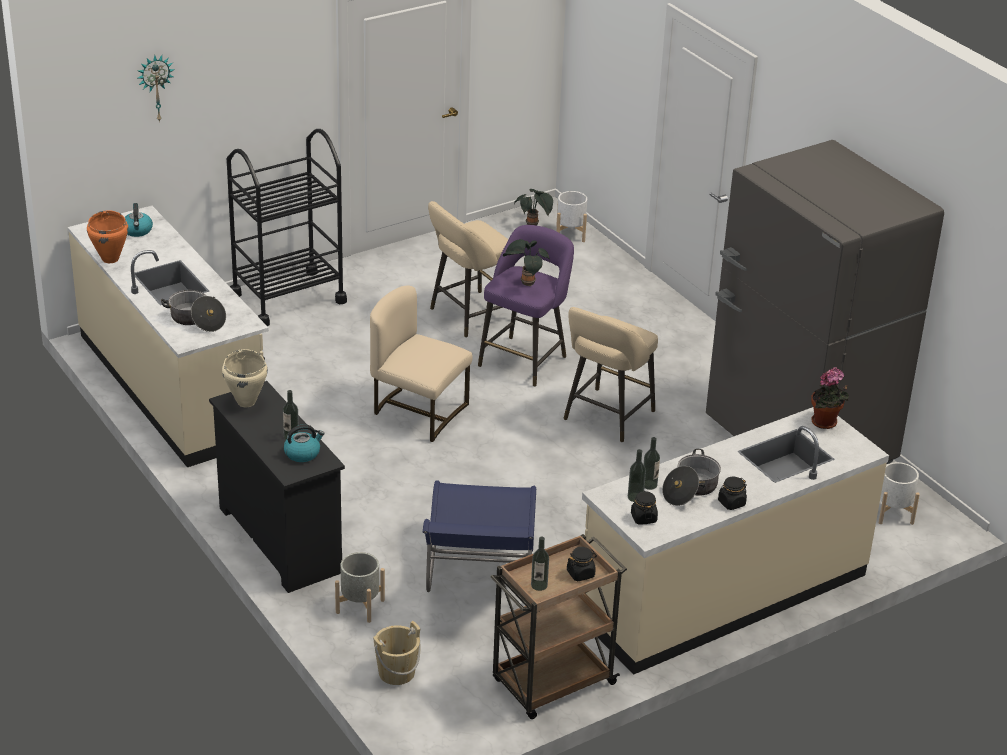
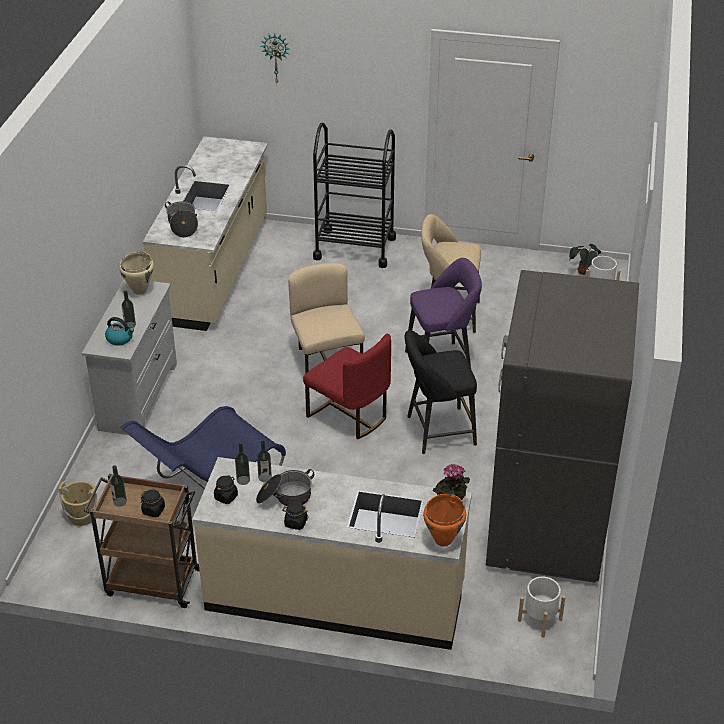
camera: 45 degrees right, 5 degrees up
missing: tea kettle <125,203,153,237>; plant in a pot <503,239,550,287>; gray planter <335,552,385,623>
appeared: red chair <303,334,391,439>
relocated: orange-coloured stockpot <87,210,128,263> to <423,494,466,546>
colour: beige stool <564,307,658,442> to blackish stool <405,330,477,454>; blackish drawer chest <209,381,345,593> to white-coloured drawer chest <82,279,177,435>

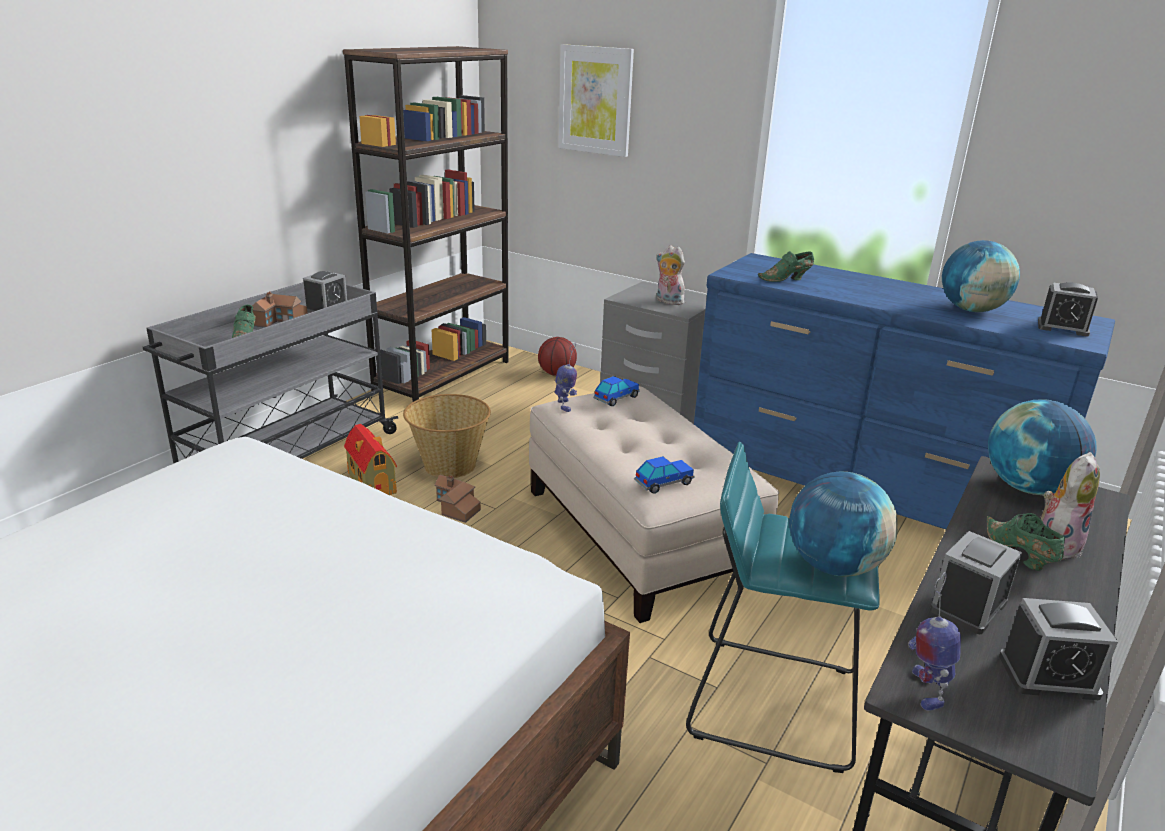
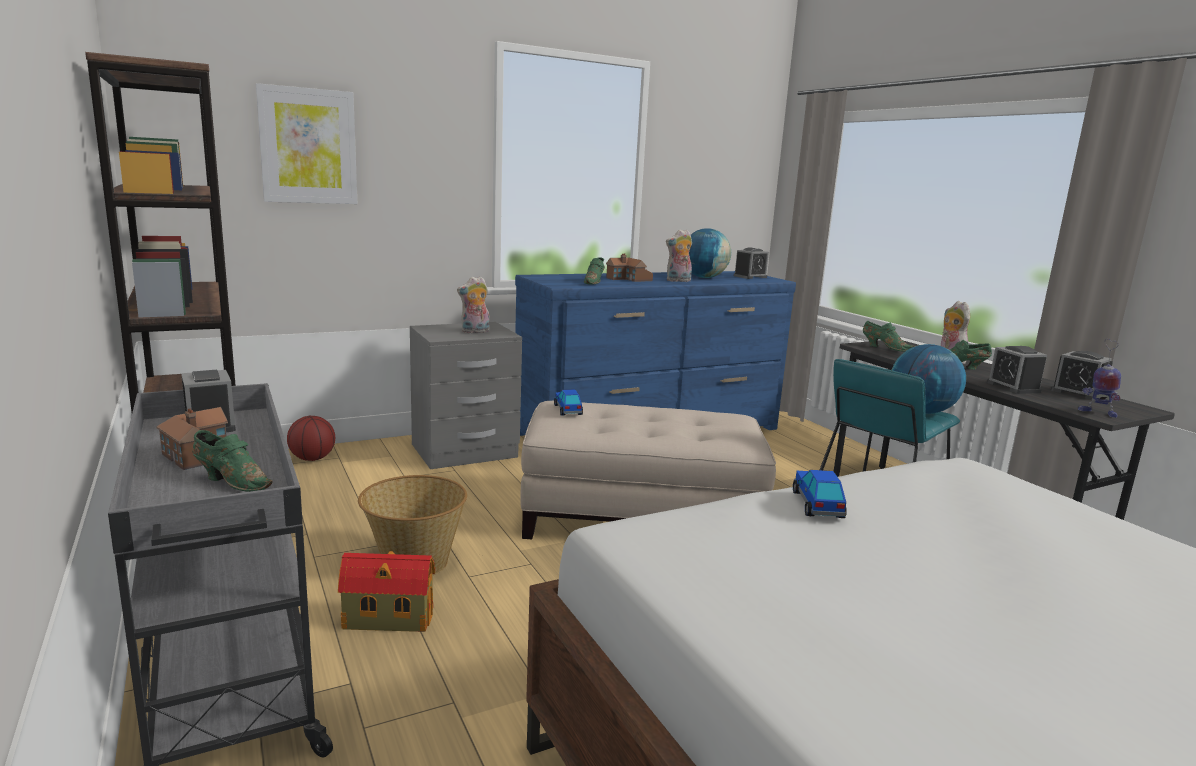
camera: 60 degrees left, 10 degrees down
missing: model robot <555,343,577,412>
appeared: plush toy <666,230,692,282>
relocated: miniature car <635,456,694,494> to <793,470,847,518>; model house <435,474,481,523> to <606,253,653,282>
exchanged: globe <988,399,1097,495> to green item of footwear <863,321,915,352>
spun: alarm clock <999,598,1118,700> = <1050,351,1113,400> 105 degrees clockwise

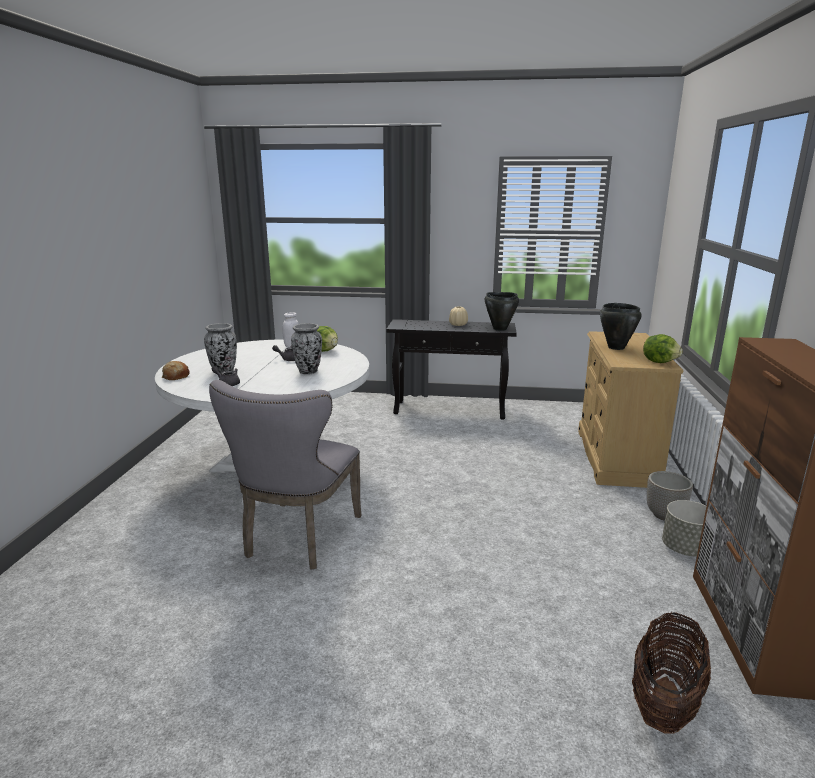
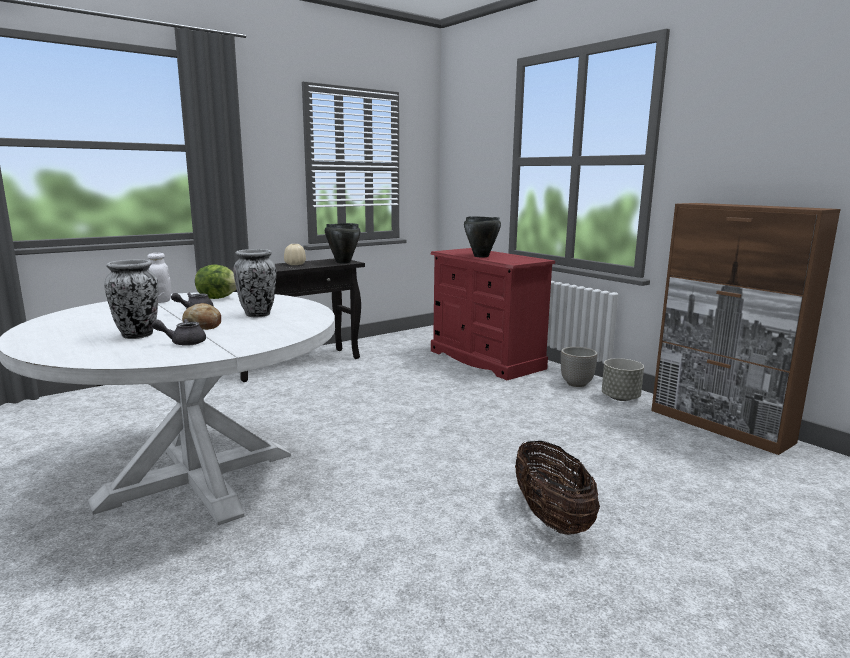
camera: 45 degrees left, 5 degrees down
missing: lettuce head <643,334,683,363>; gray chair <209,380,362,570>
relocated: bakery bread <162,361,190,380> to <182,303,221,330>; household basket <632,612,711,733> to <515,441,600,535>
colour: beige drawer chest <578,331,683,488> to red drawer chest <430,248,555,380>

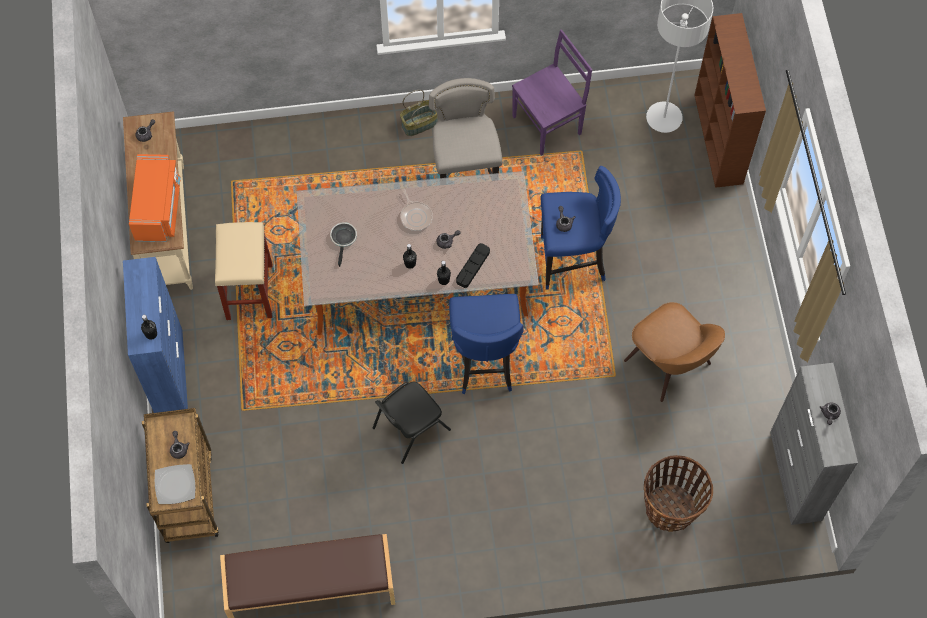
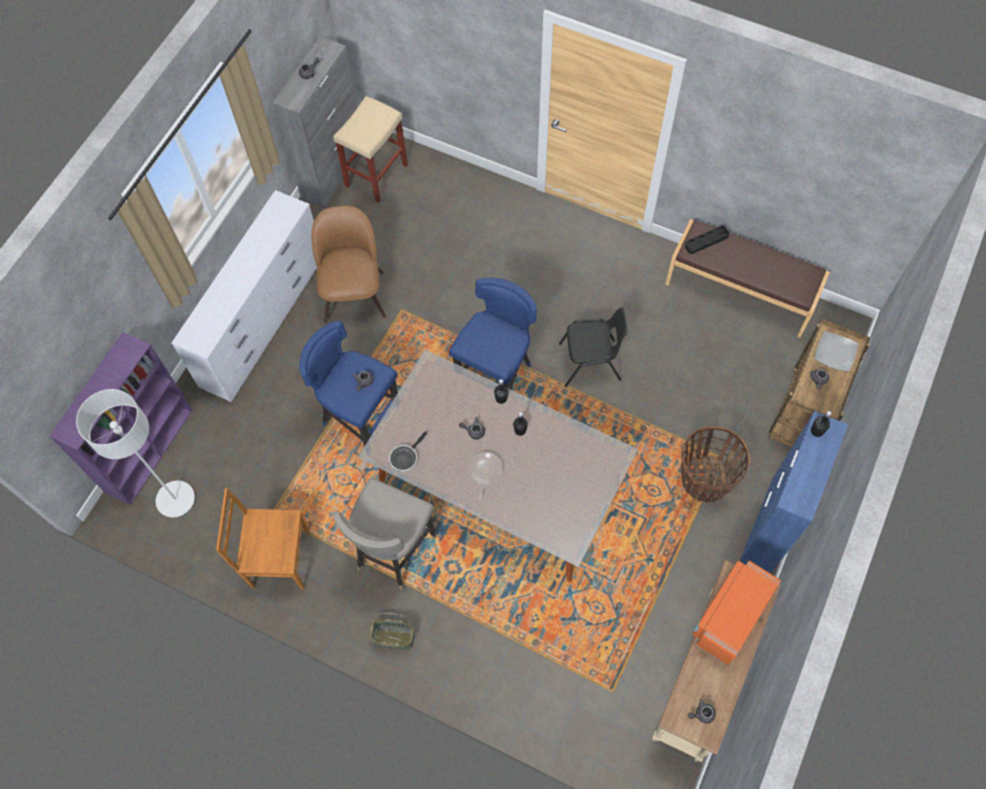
camera: 145 degrees left, 0 degrees up
appeared: white-coloured drawer chest <171,190,317,402>
relocated: beige stool <215,222,272,320> to <333,96,408,203>; frying pan <330,222,357,267> to <389,432,427,472>; blackish serving tray <456,243,490,288> to <685,226,729,254>; household basket <644,455,713,532> to <681,426,750,502>
colour: brownish shelving unit <695,13,766,188> to purplish shelving unit <49,332,192,505>; purplish chair <512,29,592,156> to brownish chair <216,488,310,589>

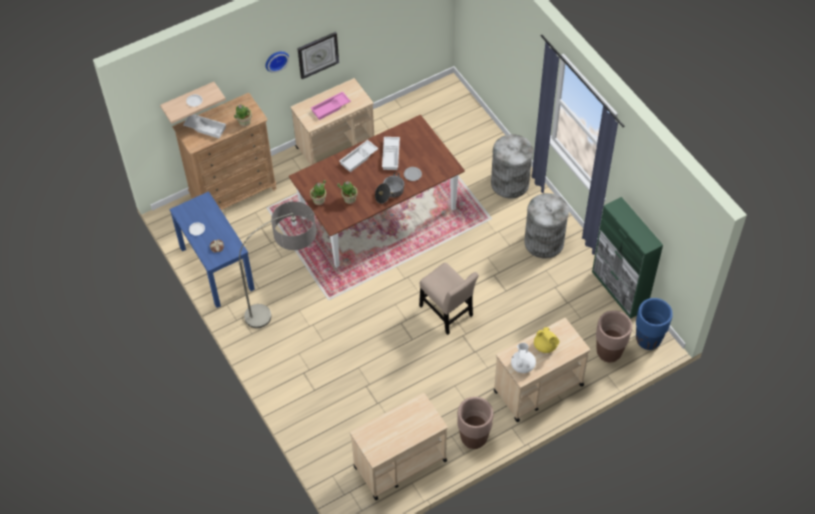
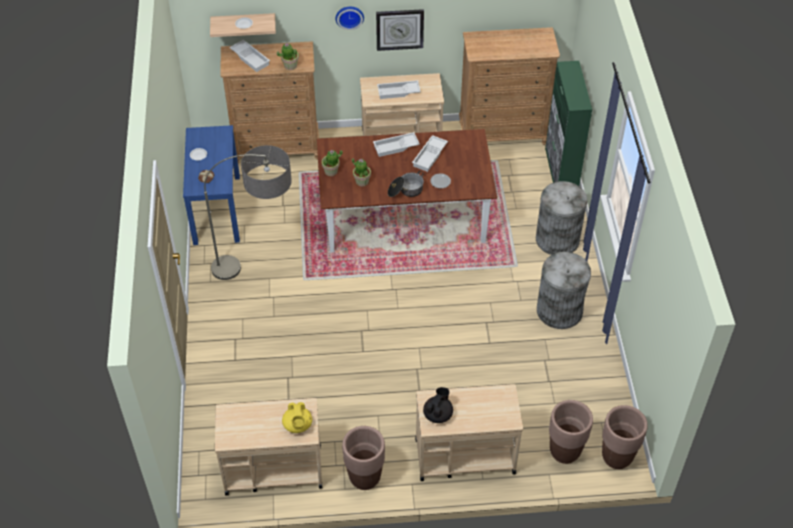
camera: 25 degrees right, 5 degrees down
missing: beige chair <419,263,479,335>
appeared: brownish drawer chest <459,27,560,145>
relocated: green cupboard <592,197,663,319> to <545,61,592,186>; yellow-coloured pot for tea <534,327,559,353> to <282,402,312,433>
colour: pinkish serving tray <311,91,351,120> to white-coloured serving tray <377,80,421,99>; bluish planter <636,298,673,350> to brownish planter <602,405,648,469>; white-coloured pot for tea <511,343,536,373> to blackish pot for tea <423,387,453,423>

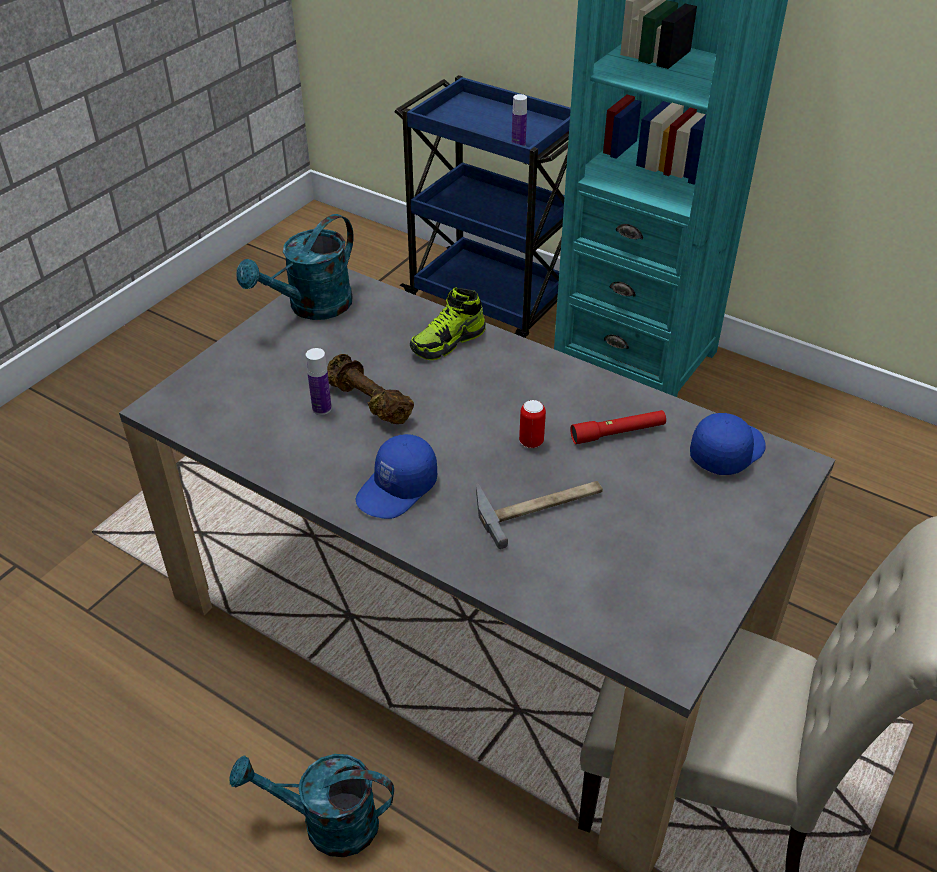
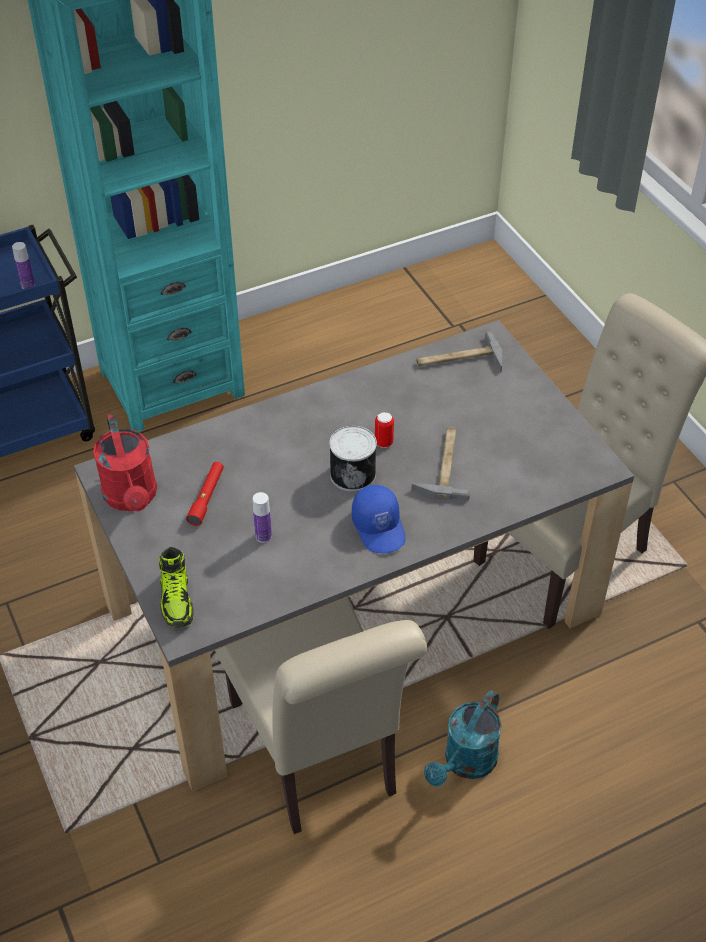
camera: 60 degrees left, 5 degrees up
missing: brownish free weight <327,354,414,424>
appeared: can <329,426,377,492>; beige chair <215,597,427,834>
relocated: item of footwear <410,288,486,360> to <159,547,194,628>; red flashlight <570,410,666,444> to <186,462,224,526>
exchanged: bluish peaked cap <690,413,766,475> to hammer <416,331,502,372>
colour: turquoise-coloured watering can <237,214,354,320> to red watering can <93,414,157,512>

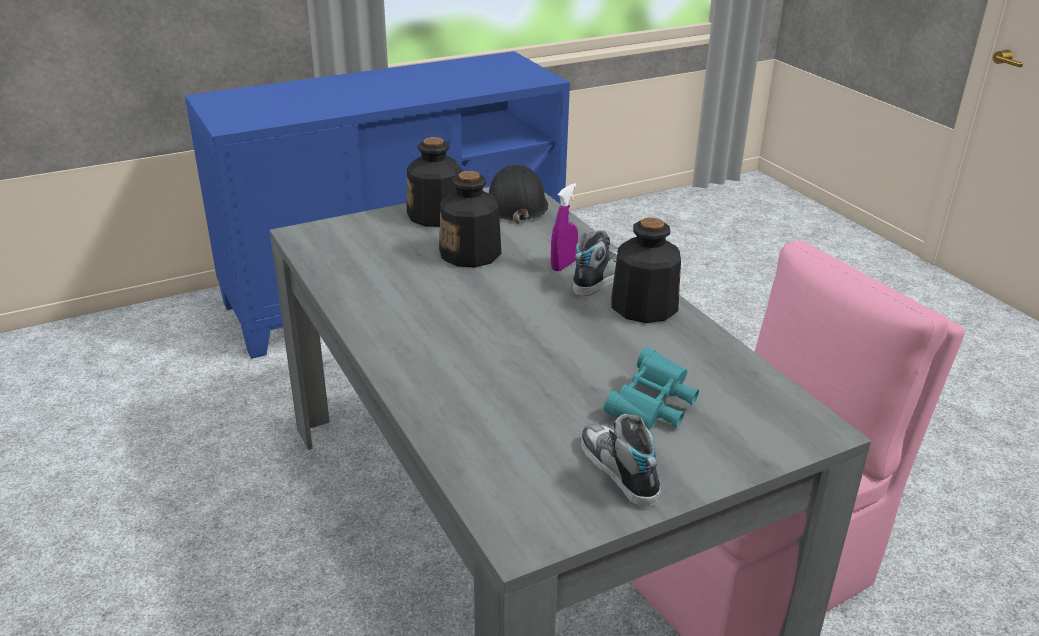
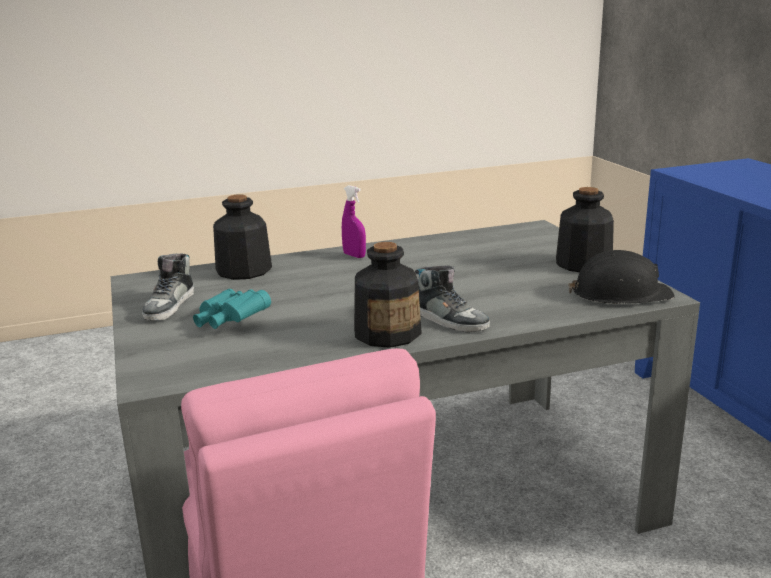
camera: 100 degrees right, 10 degrees down
relocated: bottle <439,171,501,268> to <213,194,272,280>; purplish sprayer <551,183,578,271> to <342,185,366,258>
spun: item of footwear <581,414,660,508> = <142,253,194,321> 120 degrees clockwise

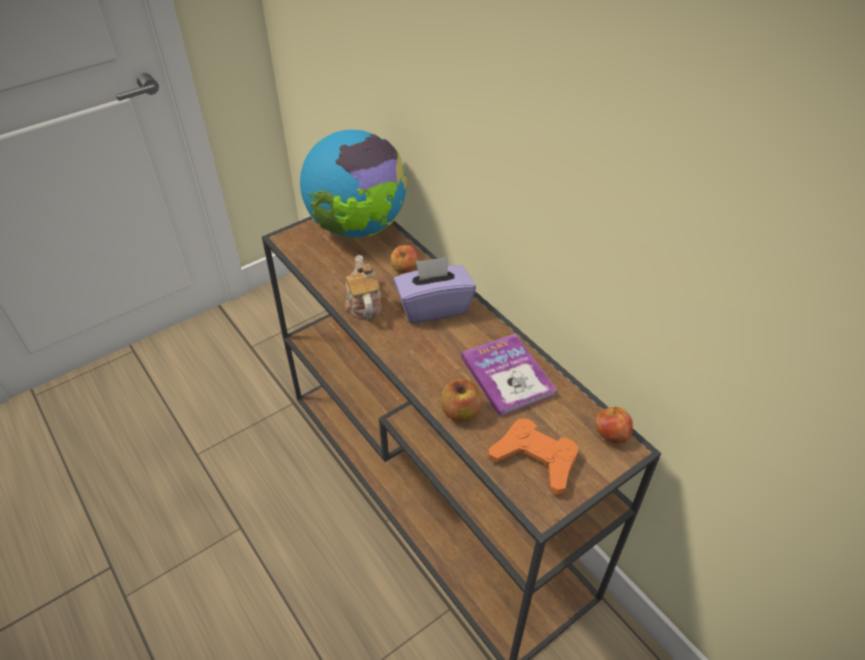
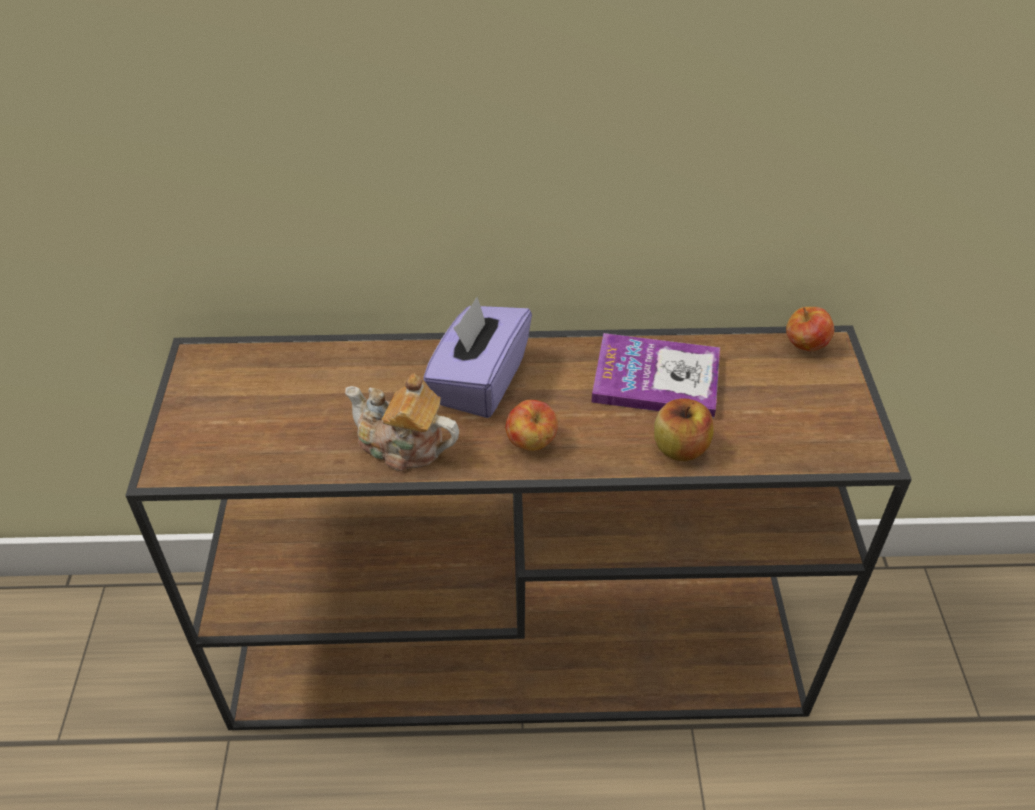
camera: 55 degrees left, 0 degrees up
missing: globe <300,130,408,238>; orange-coloured joypad <488,418,578,495>
relocated: whole apple <390,245,419,273> to <505,400,558,451>

